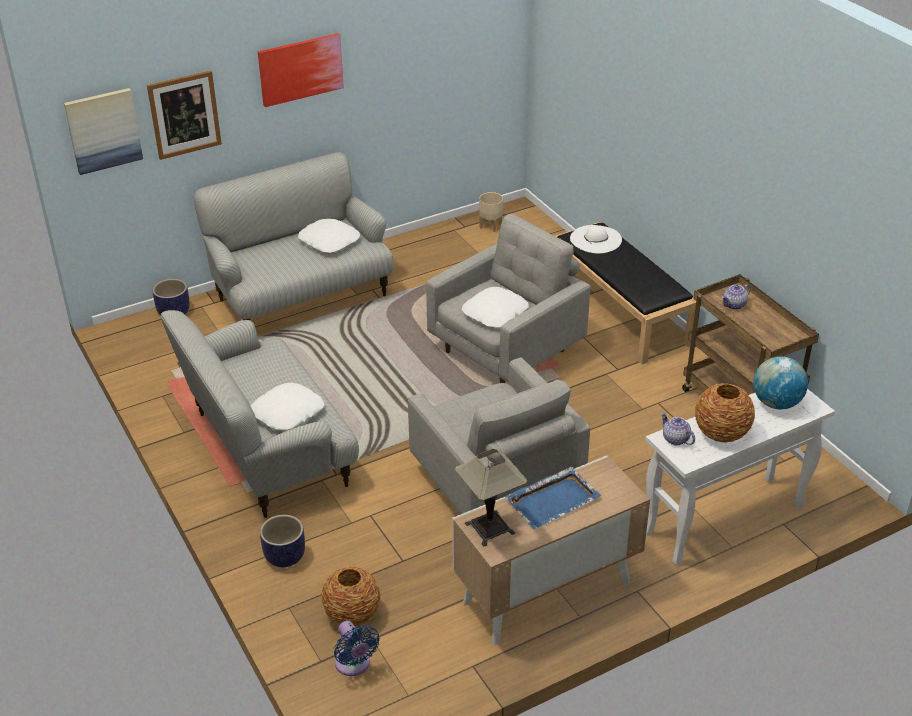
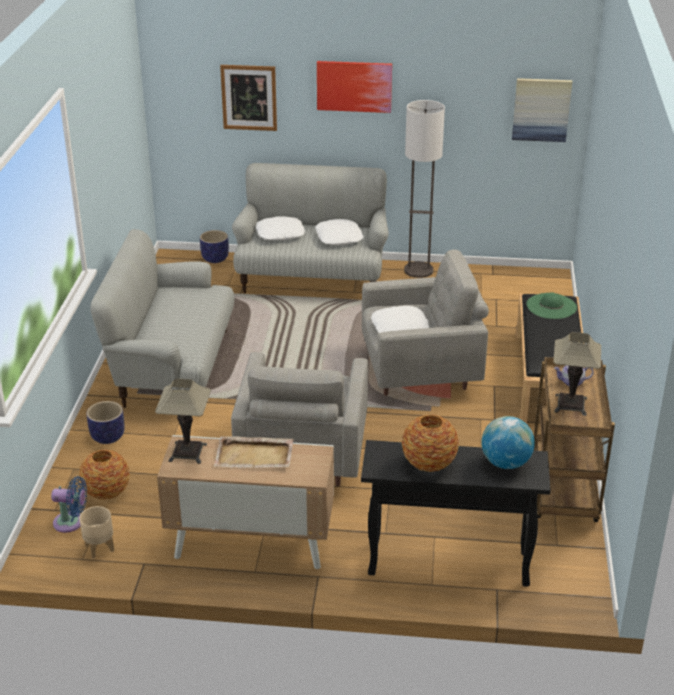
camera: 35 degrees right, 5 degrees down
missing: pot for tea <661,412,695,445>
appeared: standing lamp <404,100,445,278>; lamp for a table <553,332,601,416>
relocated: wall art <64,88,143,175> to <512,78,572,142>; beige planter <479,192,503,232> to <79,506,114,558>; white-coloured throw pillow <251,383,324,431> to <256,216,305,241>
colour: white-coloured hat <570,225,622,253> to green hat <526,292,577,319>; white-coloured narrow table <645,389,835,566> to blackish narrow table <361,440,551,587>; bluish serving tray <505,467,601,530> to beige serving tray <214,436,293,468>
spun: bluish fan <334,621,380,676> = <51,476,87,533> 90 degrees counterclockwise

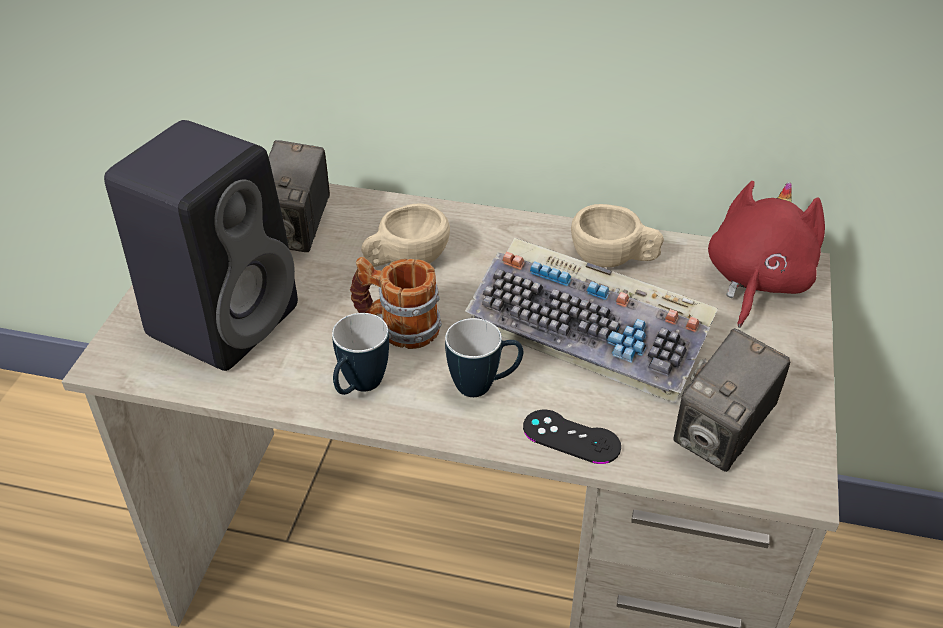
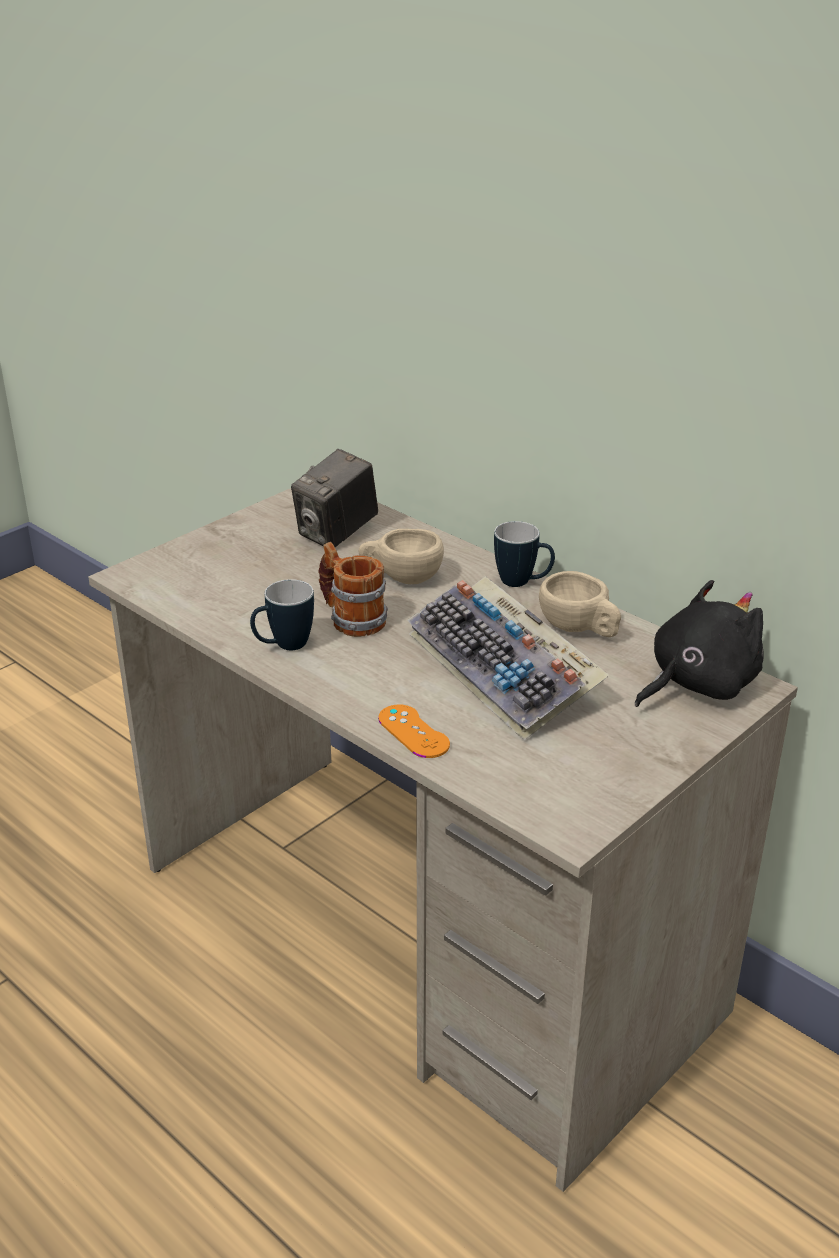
camera: 30 degrees right, 10 degrees down
missing: blackish speaker <104,120,298,371>; still camera <673,328,790,472>
relocated: mug <445,318,523,397> to <494,521,555,587>
colour: red plush toy <708,181,825,328> to blackish plush toy <635,580,764,707>; blackish joypad <523,410,621,464> to orange-coloured joypad <378,705,450,758>

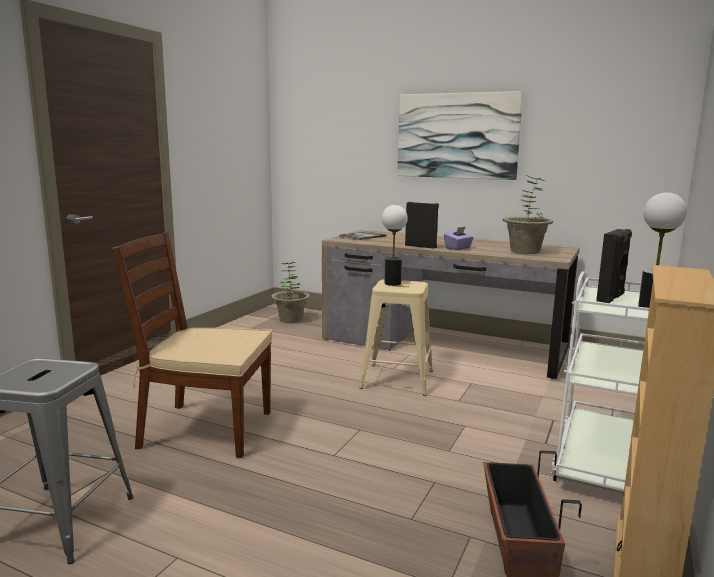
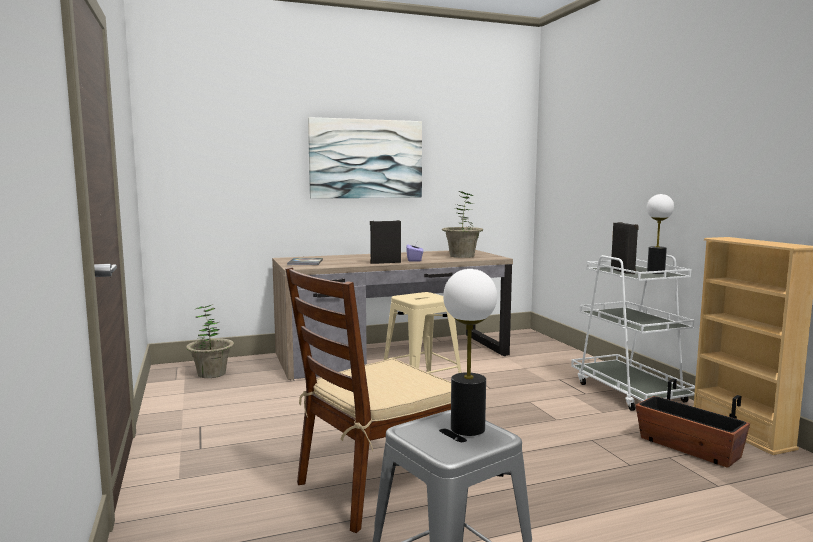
camera: 45 degrees left, 5 degrees down
relocated: lamp for a table <382,205,408,286> to <443,269,497,436>

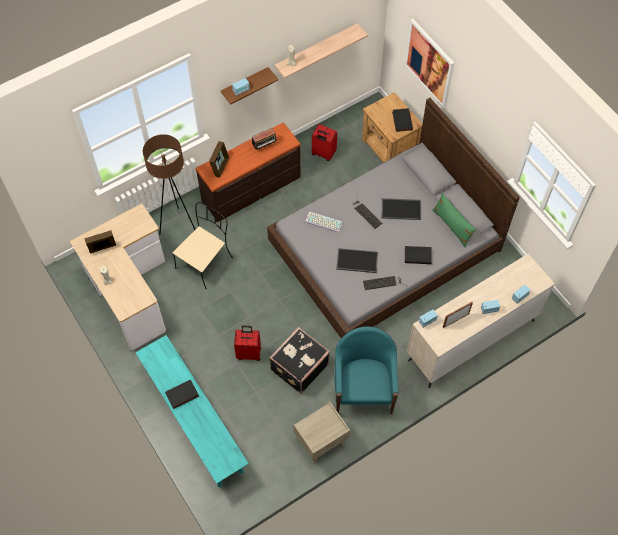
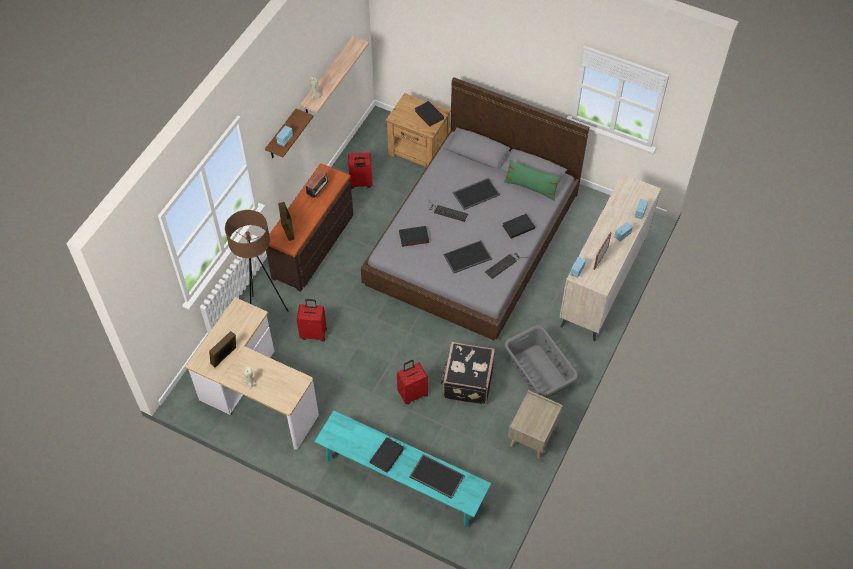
camera: 30 degrees left, 5 degrees down
missing: wall art <405,19,454,108>
appeared: serving tray <409,454,465,499>
exchanged: beige chair <172,202,233,289> to red piece of luggage <296,299,327,341>; PC keyboard <305,211,343,232> to blackish bound book <399,226,429,247>; turquoise-coloured lounge chair <335,326,399,414> to gray washing basket <504,325,578,398>

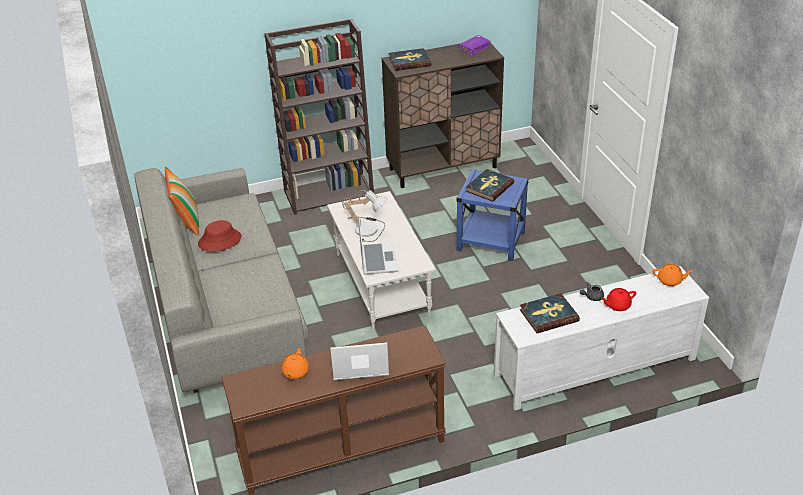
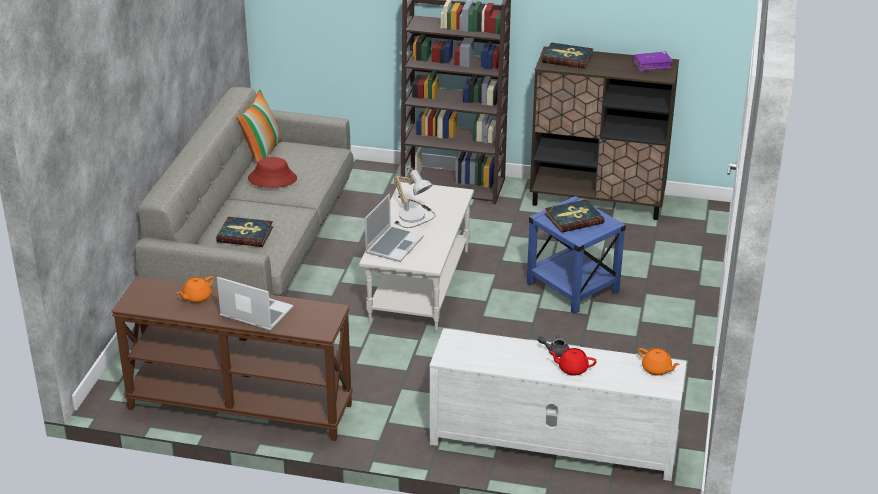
camera: 30 degrees right, 5 degrees down
relocated: bound book <520,293,580,333> to <216,217,273,247>

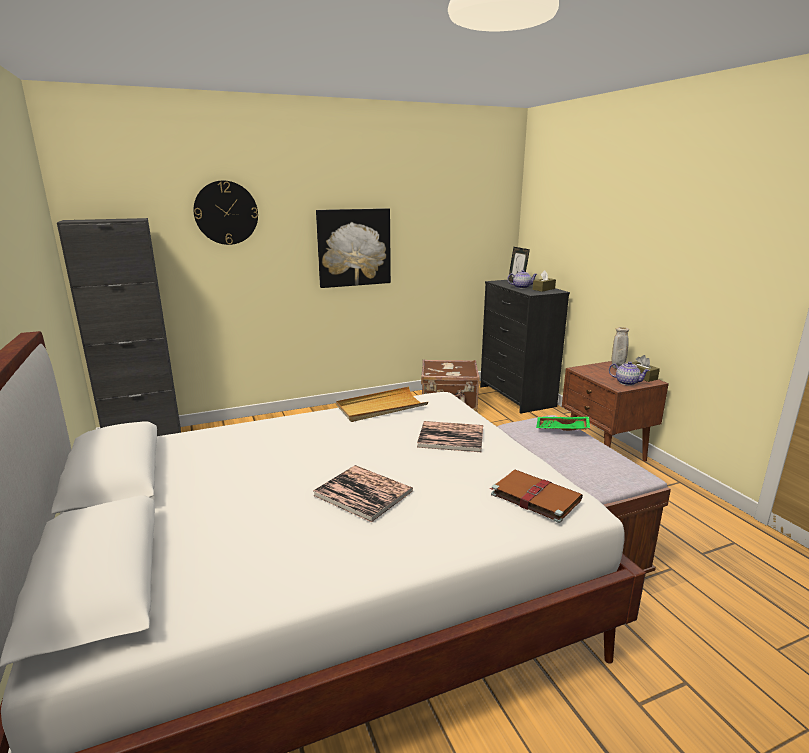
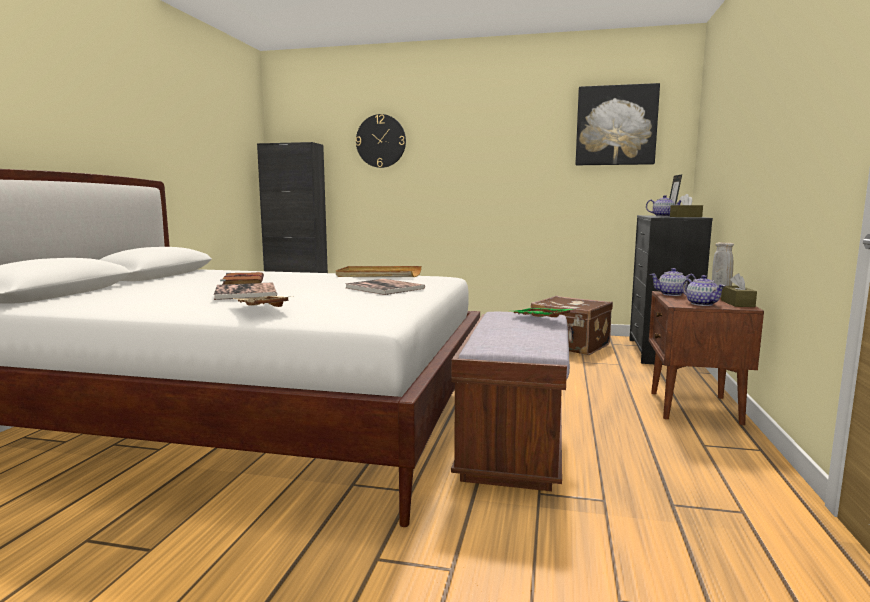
camera: 35 degrees right, 10 degrees down
appeared: pot for tea <650,268,696,296>; beige serving tray <231,296,295,307>
relocated: wall art <316,208,391,288> to <575,83,660,165>; brownish bound book <489,470,583,523> to <220,272,264,285>

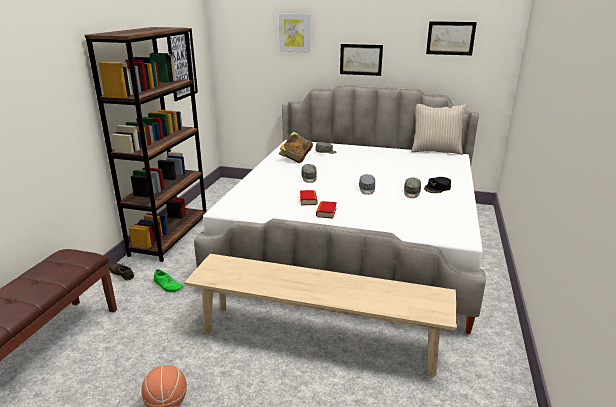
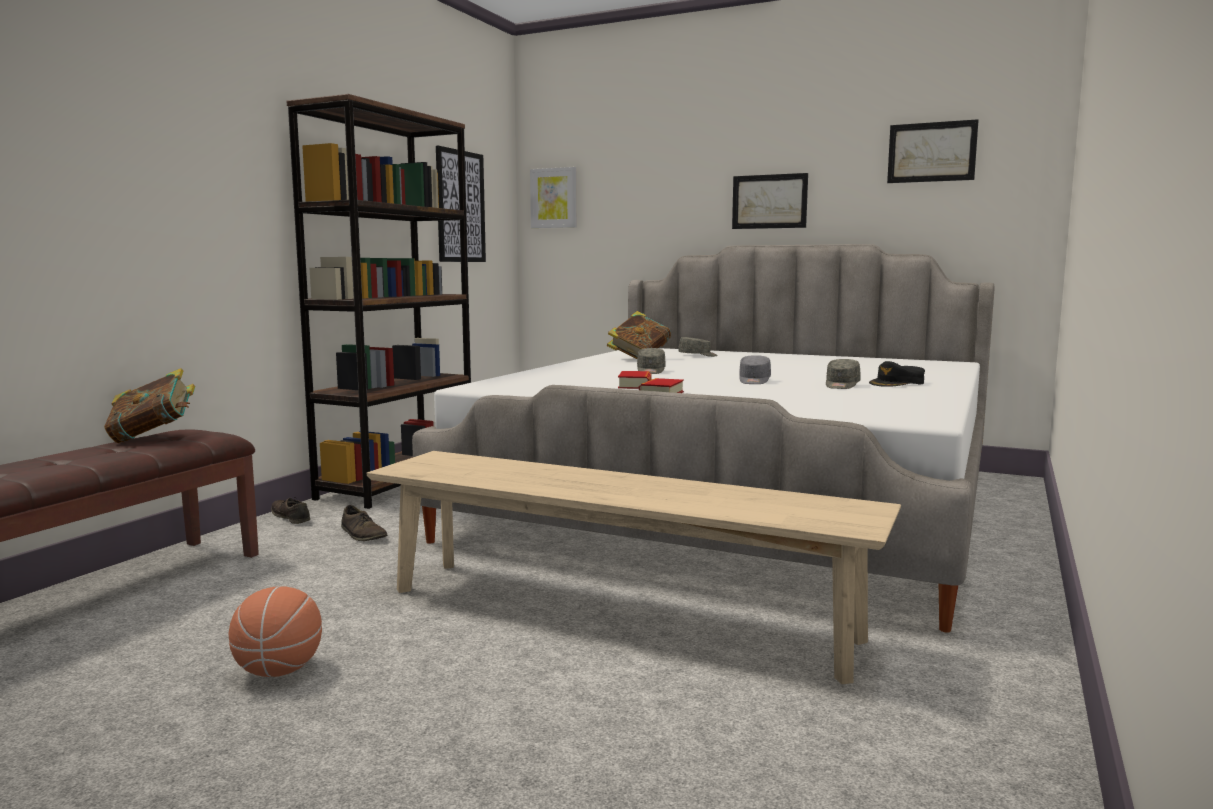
camera: 10 degrees right, 15 degrees down
missing: beige throw pillow <411,104,467,155>
appeared: bound book <104,368,195,443>
relocated: wall art <279,14,310,53> to <530,167,577,228>
colour: green item of footwear <154,269,183,292> to brownish item of footwear <341,505,387,541>

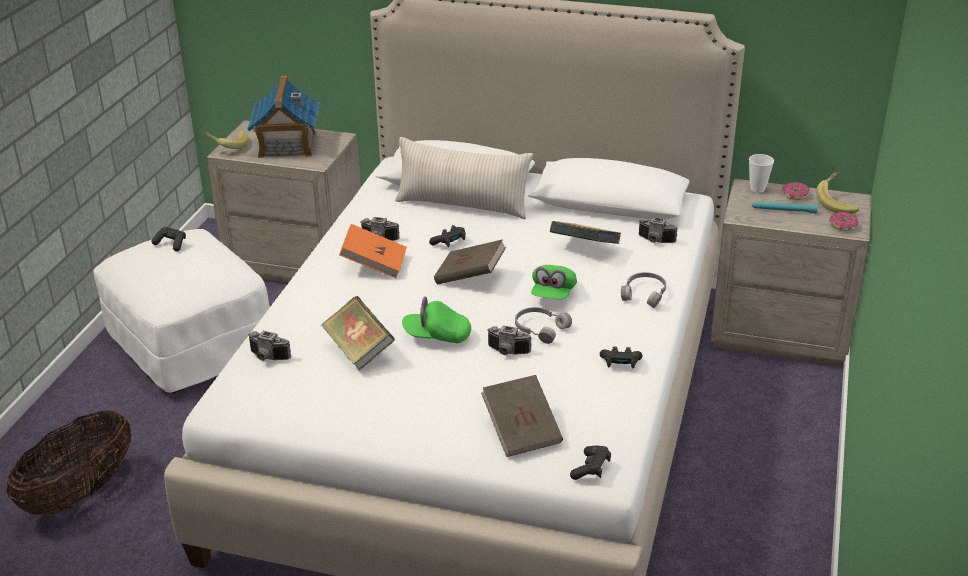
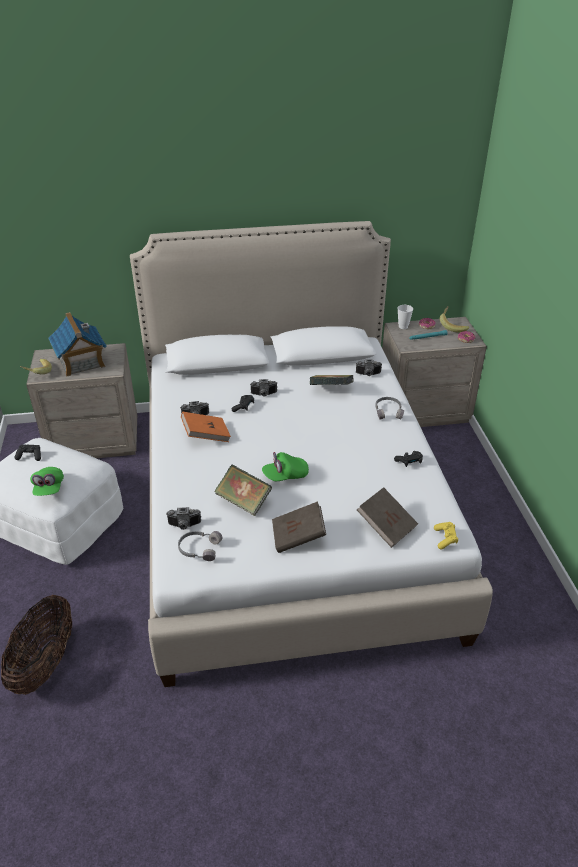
camera: 25 degrees left, 5 degrees up
missing: beige throw pillow <395,137,533,219>
relocated: brownish bound book <434,239,506,284> to <272,501,326,553>; green peaked cap <531,265,577,299> to <30,467,64,496>; gray headset <515,307,572,344> to <178,531,222,561>; still camera <488,325,532,355> to <250,379,277,396>
colour: blackish joypad <570,446,611,480> to yellow-coloured joypad <434,522,458,550>

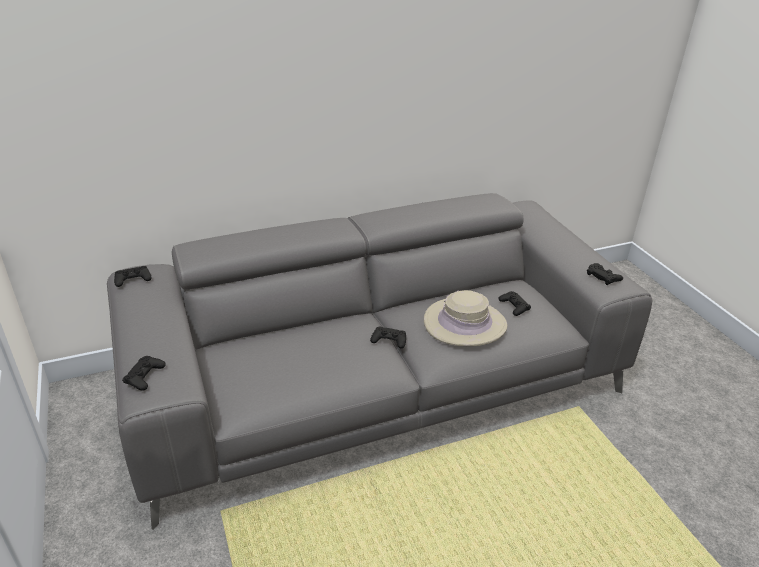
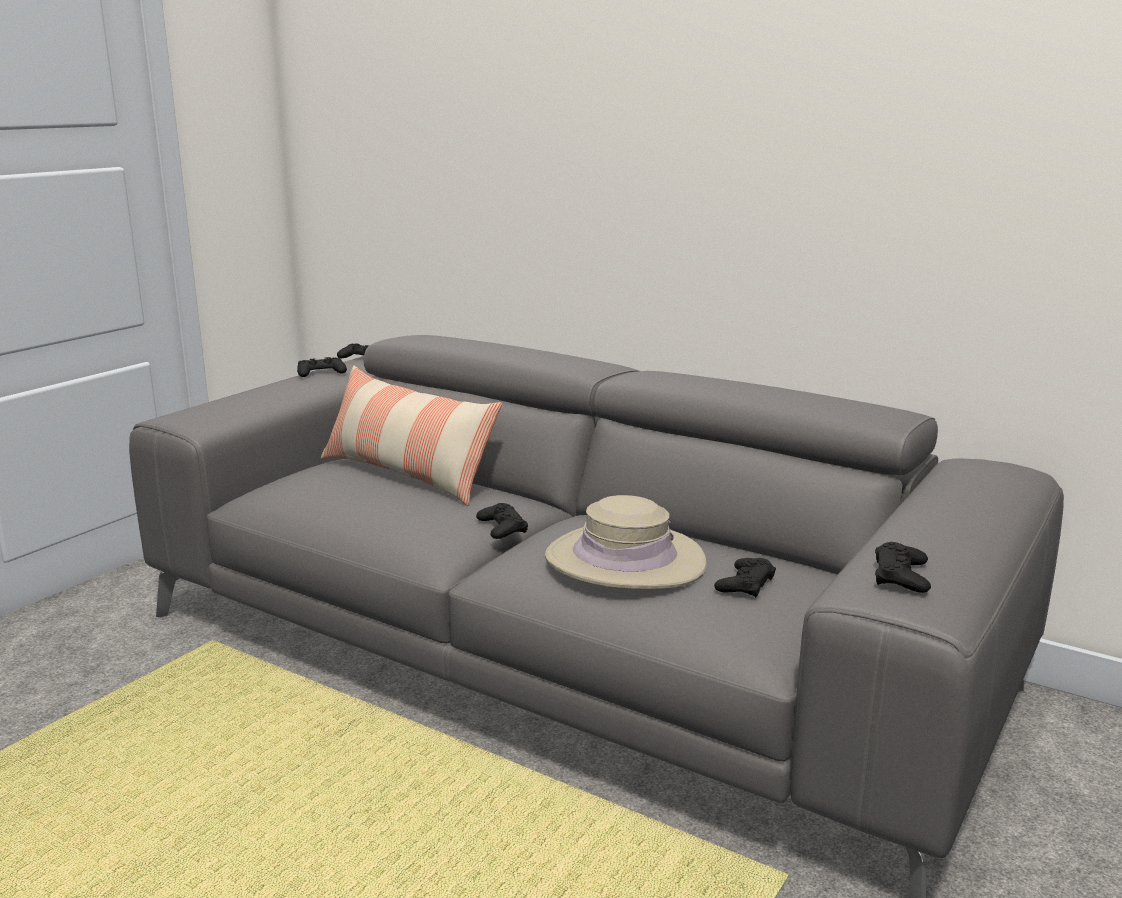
camera: 55 degrees right, 15 degrees down
appeared: throw pillow <321,366,502,506>
relocated: blackish joypad <122,356,166,391> to <297,357,347,377>

